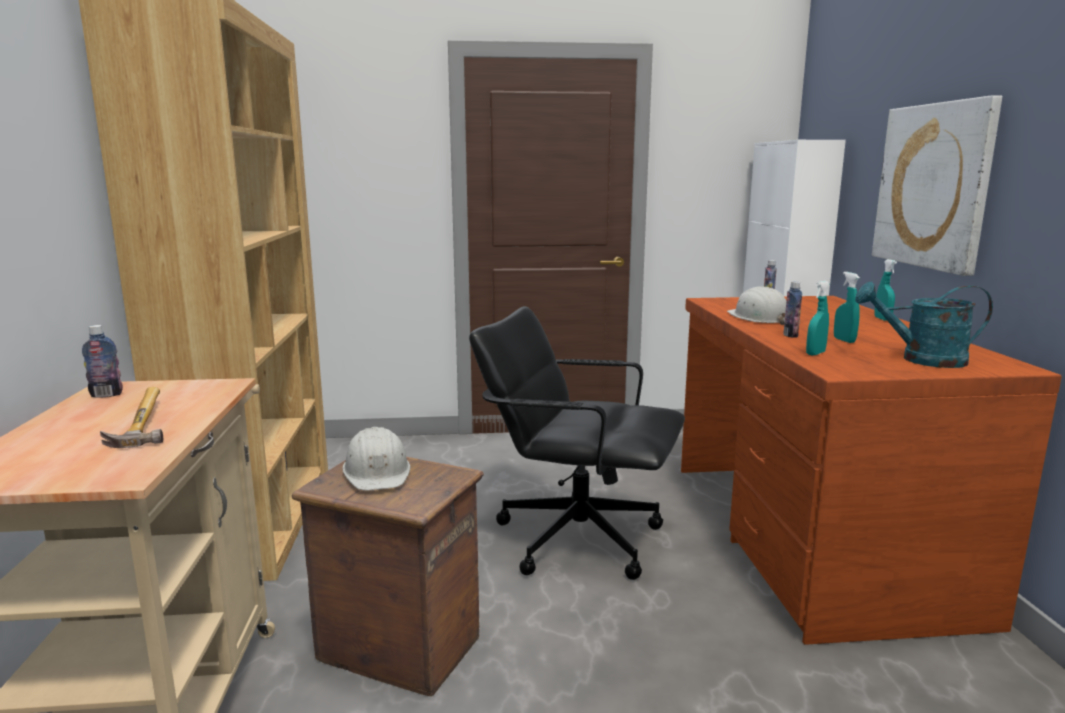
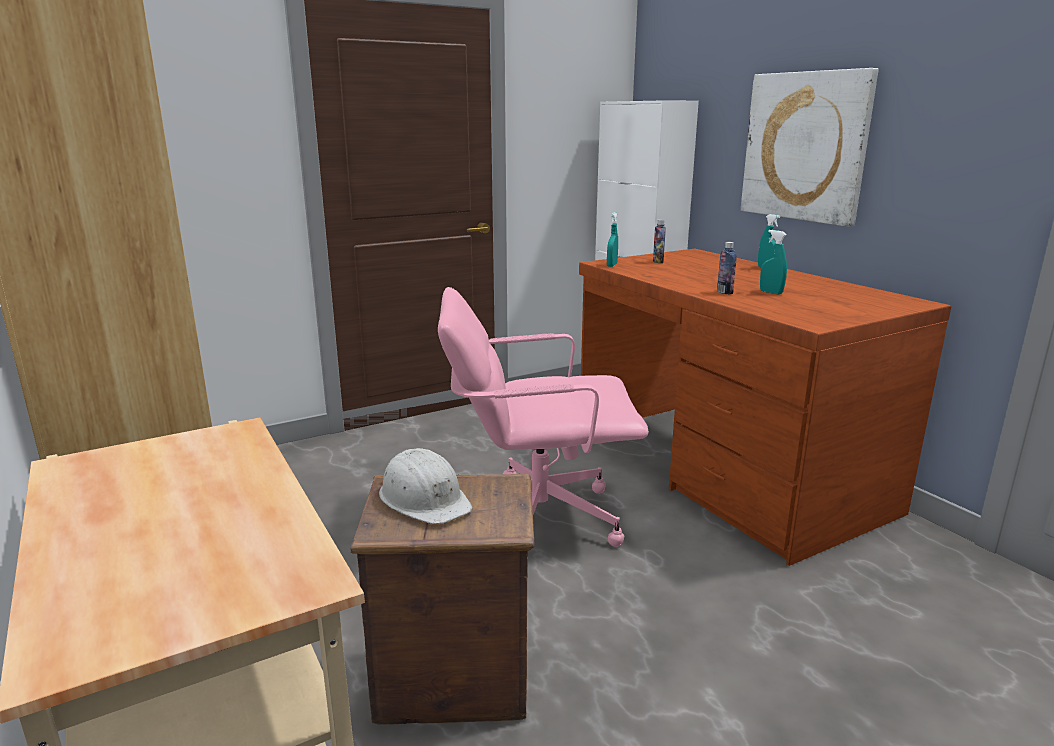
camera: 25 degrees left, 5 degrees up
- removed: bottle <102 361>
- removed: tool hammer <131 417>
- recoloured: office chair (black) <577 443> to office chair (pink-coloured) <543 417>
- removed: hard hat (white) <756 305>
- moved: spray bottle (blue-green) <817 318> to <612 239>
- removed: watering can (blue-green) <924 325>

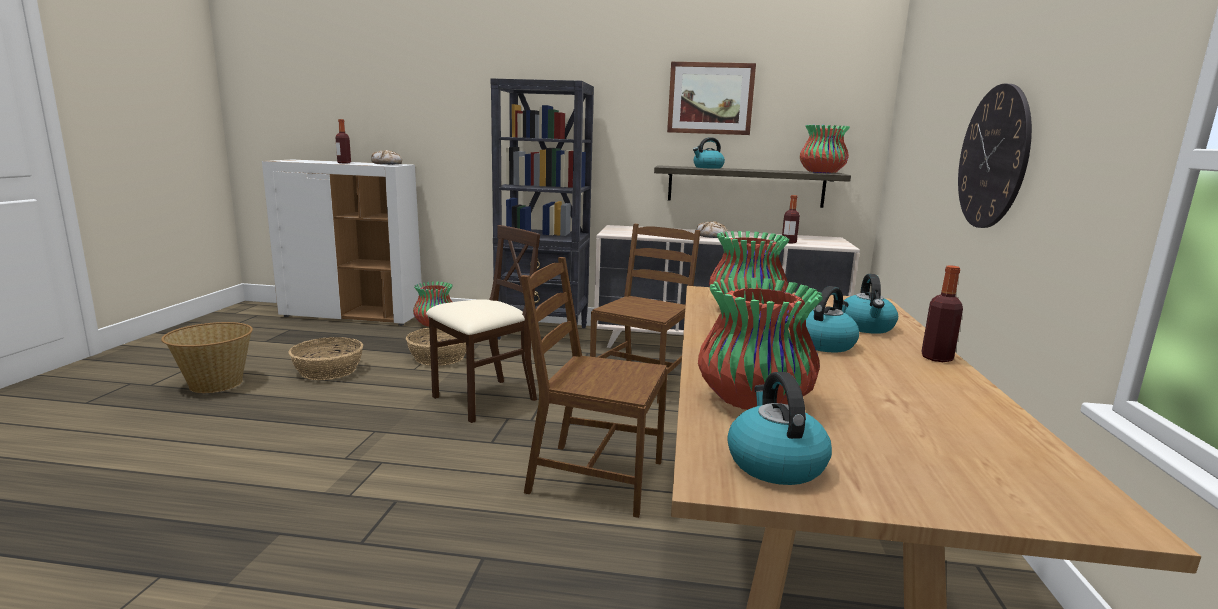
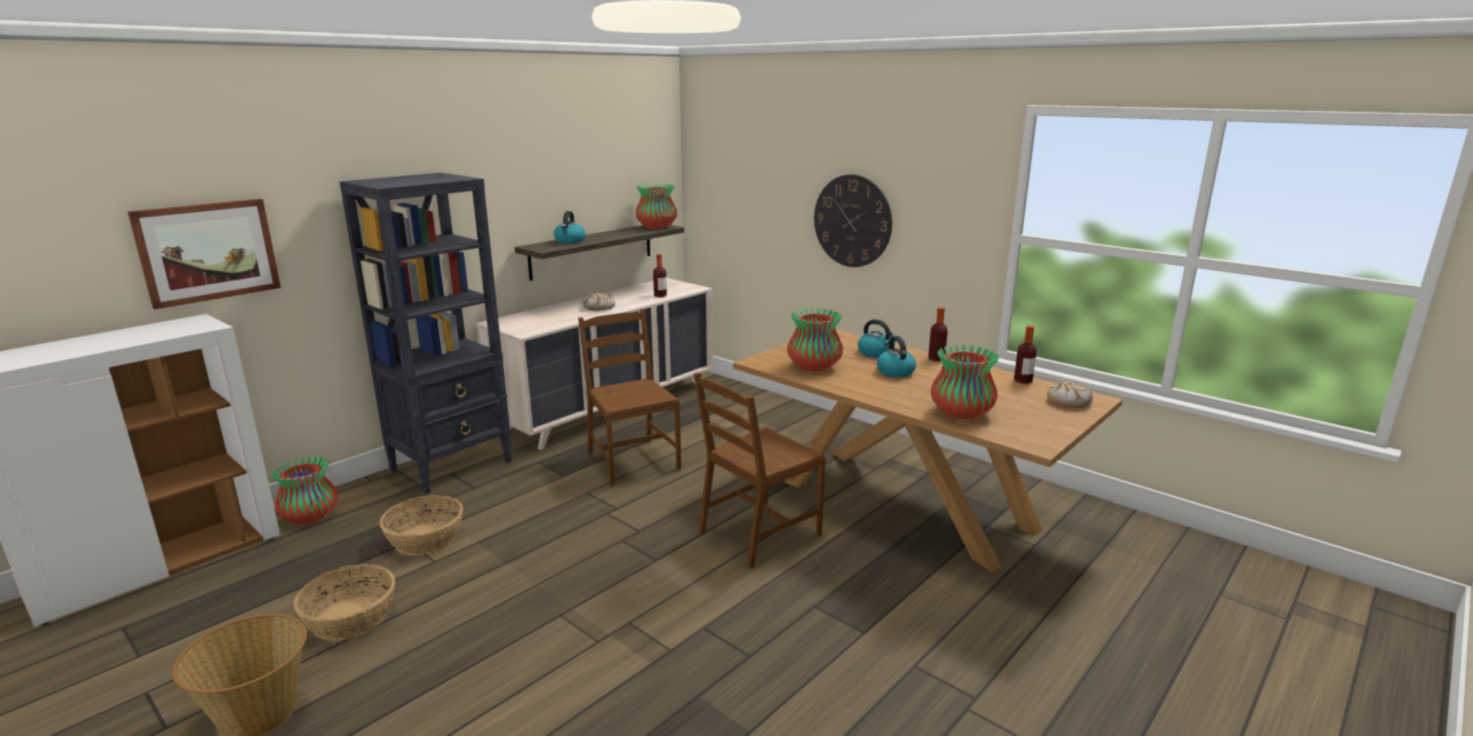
camera: 55 degrees left, 5 degrees up
- moved: bottle <343 141> to <1025 355>
- moved: bread <386 157> to <1070 394>
- removed: upright chair (beige-coloured) <483 324>
- moved: picture <711 98> to <204 254>
- removed: kettle <779 428>

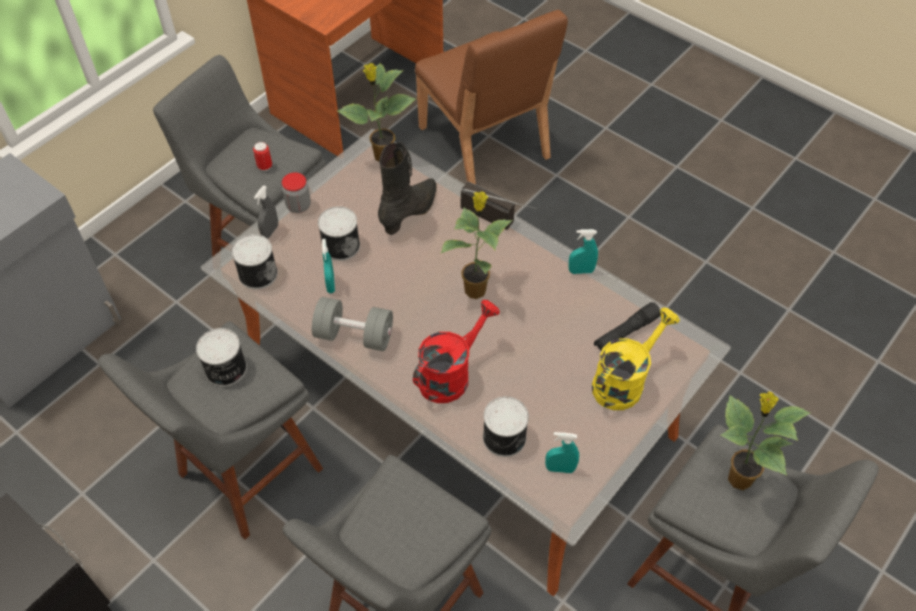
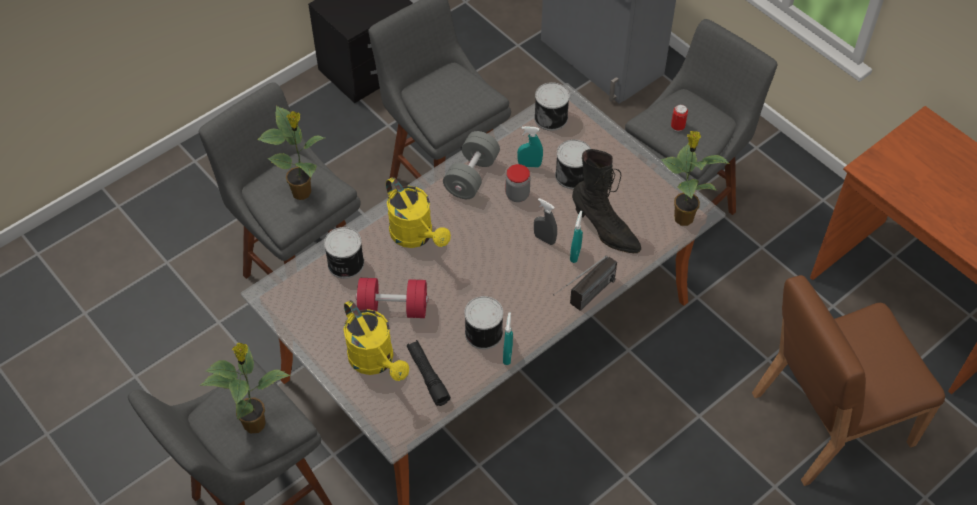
camera: 100 degrees right, 0 degrees up
- moved: sealed can <221 357> to <483 322>
- moved: spray bottle (gray) <266 212> to <545 221>
- moved: preserve jar <296 192> to <518 183>
- recoloured: watering can (red) <456 351> to watering can (yellow-coloured) <418 212>
- moved: potted plant <477 245> to <291 153>
- moved: spray bottle (blue-green) <562 452> to <576 237>
- added: dumbbell (red) <392 298>

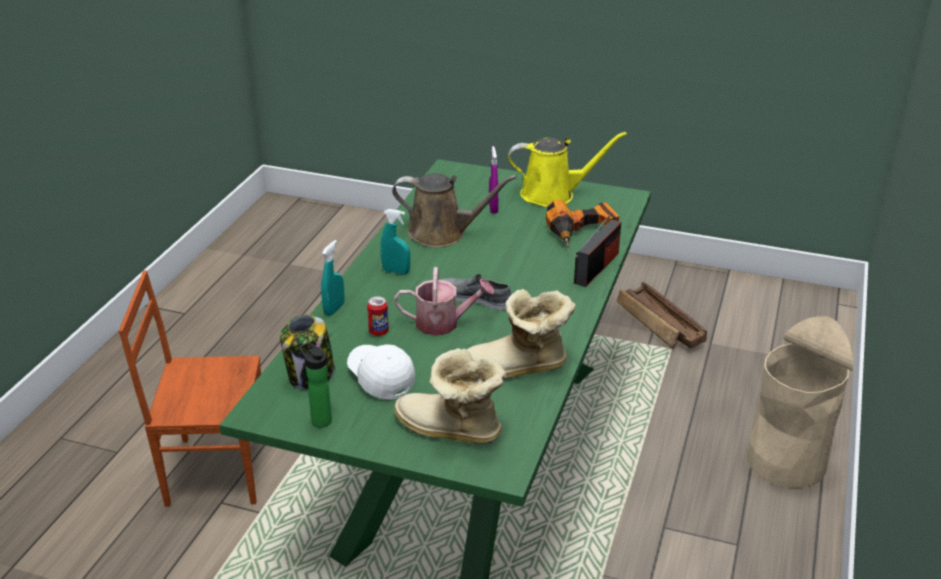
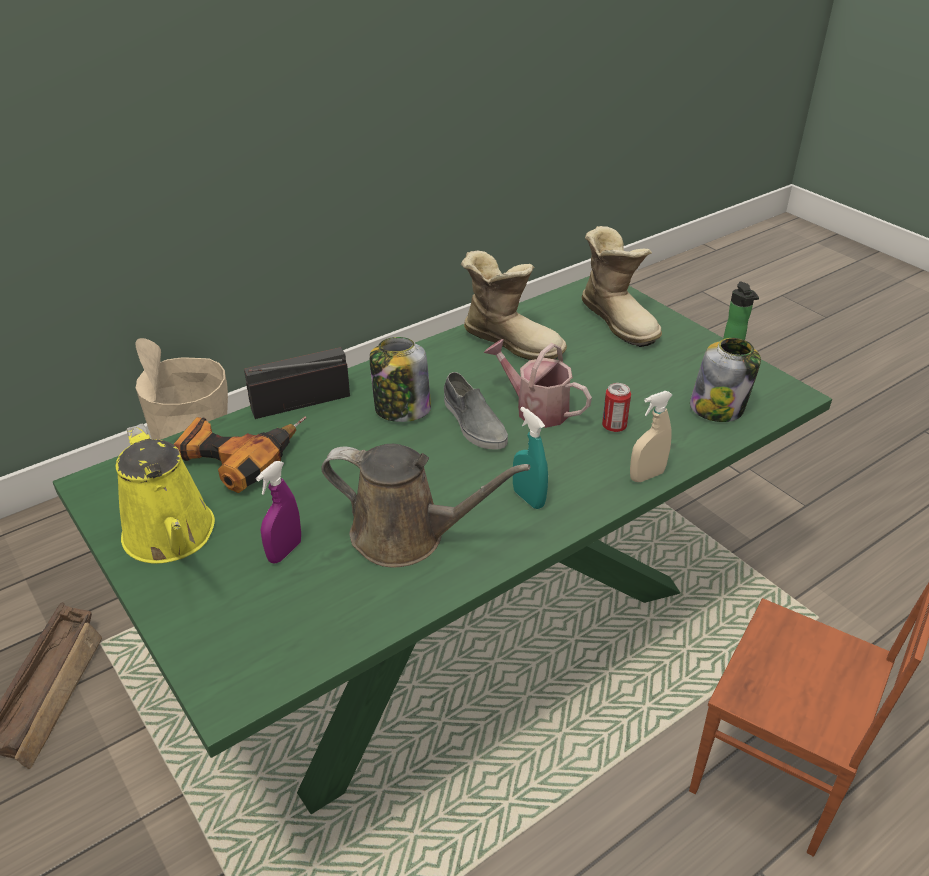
camera: 145 degrees left, 5 degrees up
- recoloured: spray bottle (blue-green) <333 278> to spray bottle (beige-coloured) <651 436>
- removed: baseball cap (white) <381 372>
- turned: watering can (brown) <454 210> = <425 505> 150 degrees clockwise
- turned: watering can (yellow-coloured) <567 169> = <165 493> 150 degrees counterclockwise
- added: preserve jar <400 379>

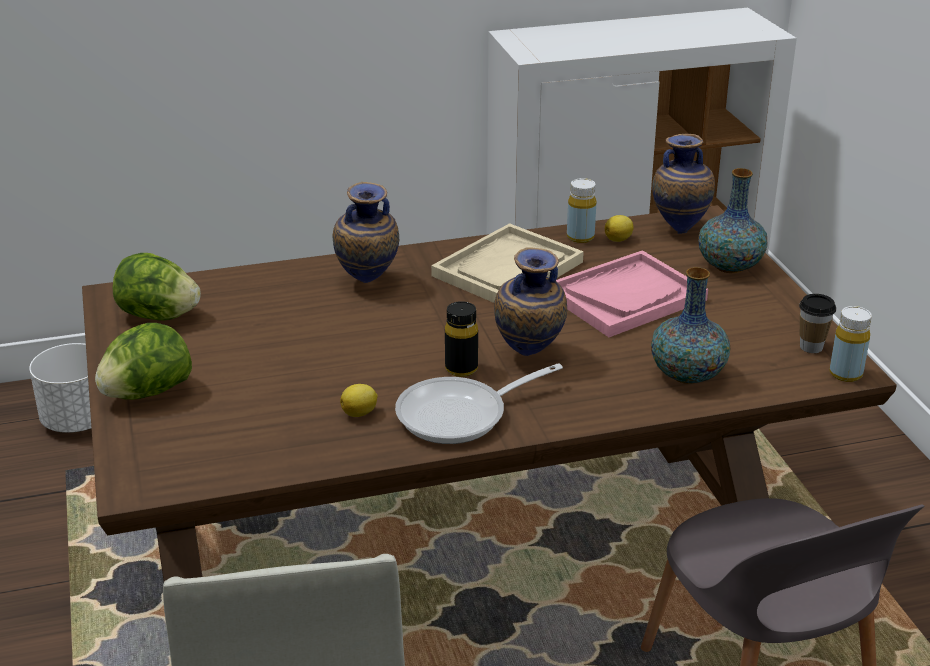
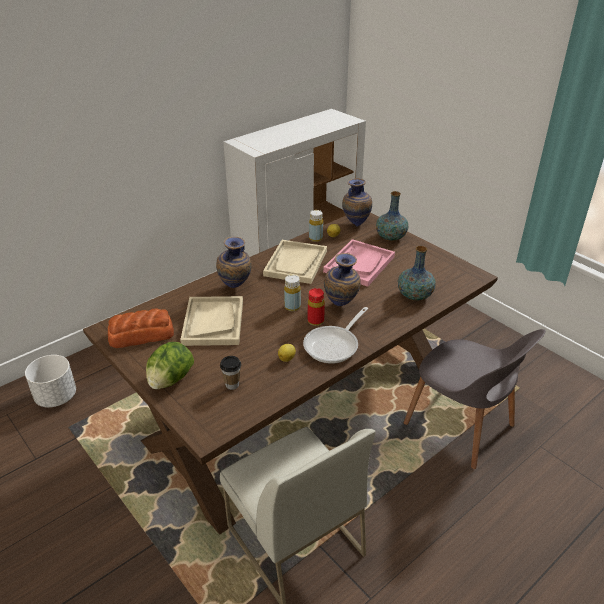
camera: 25 degrees left, 5 degrees up
- replaced: head of lettuce <157 286> to bread <141 328>
- recoloured: bottle (black) <461 339> to bottle (red) <316 307>
- moved: drinking cup <817 323> to <230 373>
- moved: bottle (yellow-coloured) <850 344> to <292 293>
- added: carrying tray (beige-coloured) <211 321>

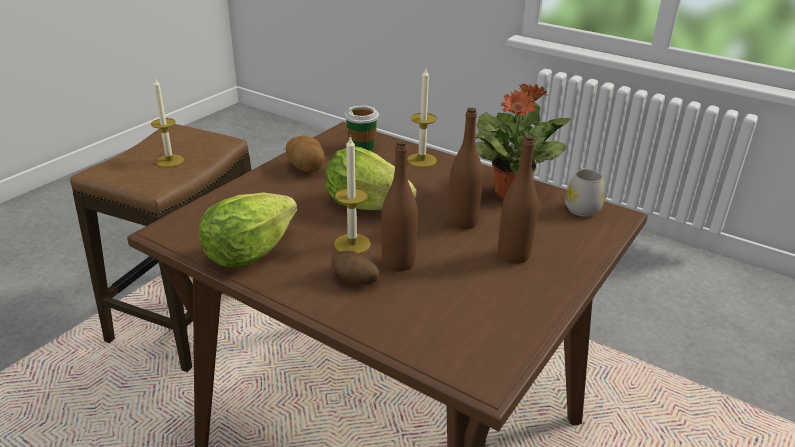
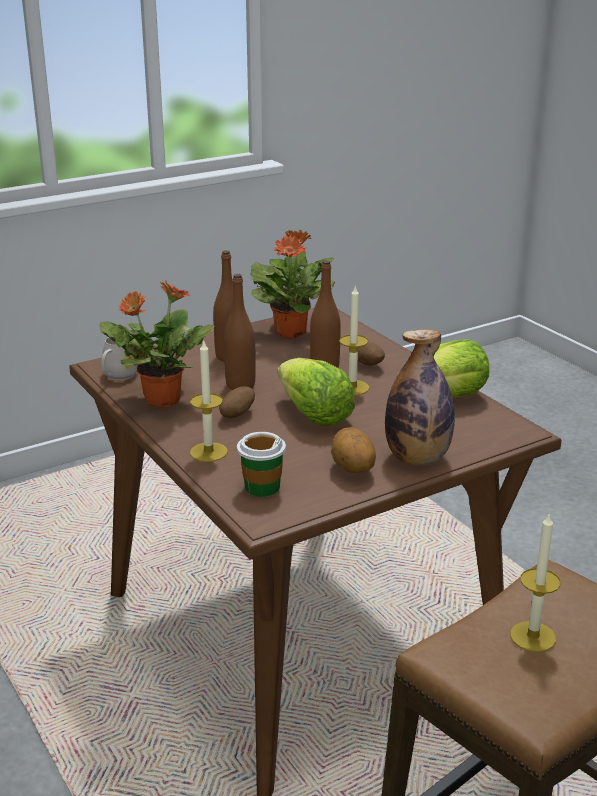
camera: 155 degrees left, 5 degrees down
- added: potato <237 402>
- added: potted plant <293 284>
- added: bottle <420 397>

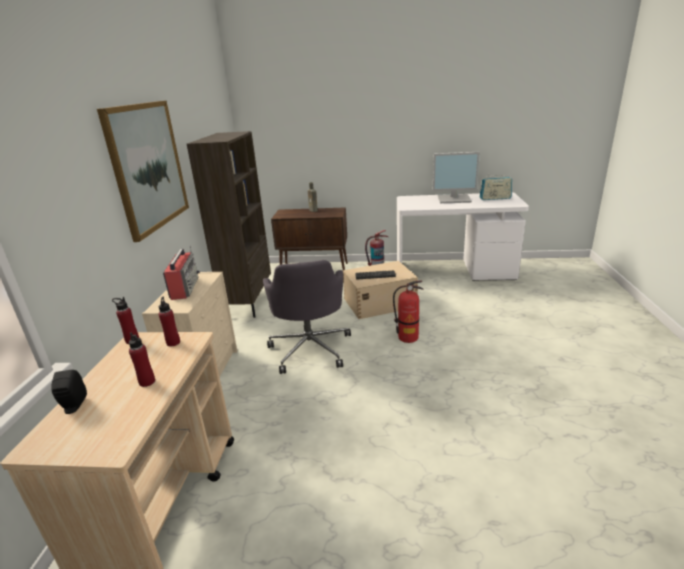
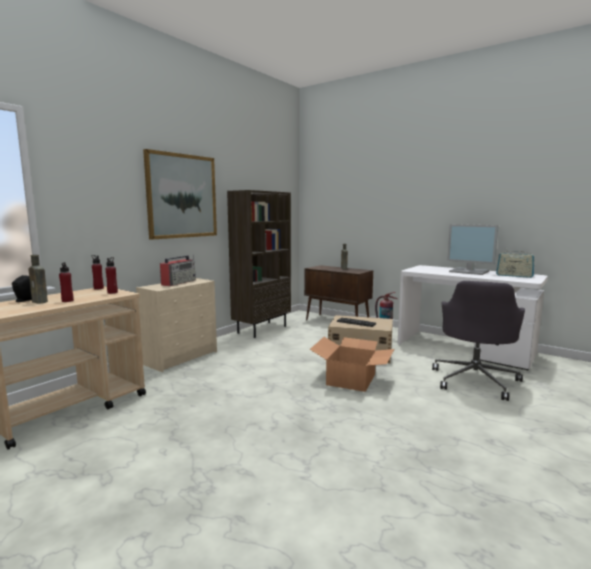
camera: 30 degrees right, 15 degrees down
- moved: office chair (gray) <307 317> to <478 341>
- replaced: extinguisher <408 312> to packing box <352 364>
- added: bottle (brown) <38 279>

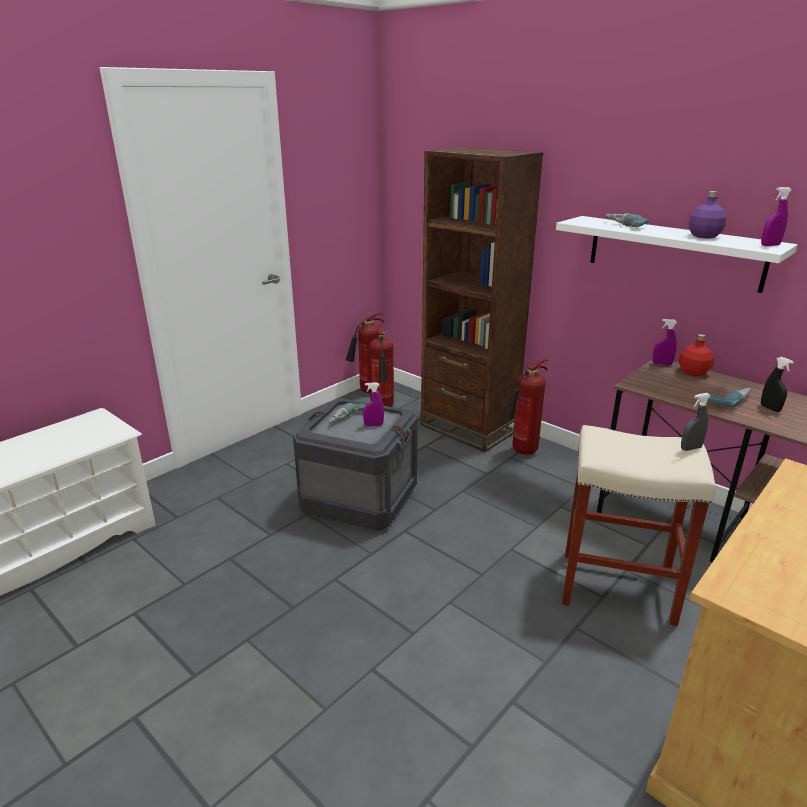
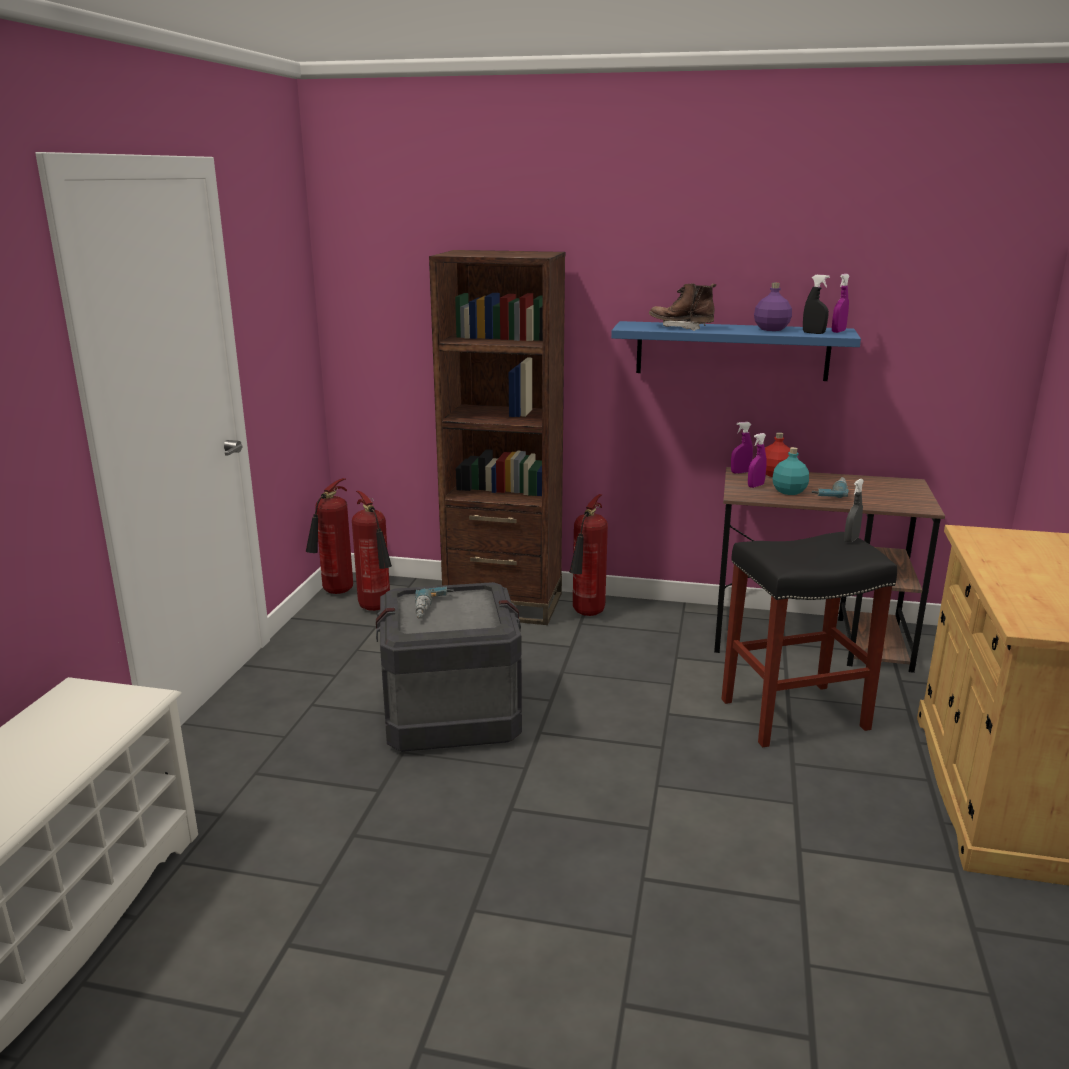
camera: 30 degrees left, 5 degrees down
- moved: spray bottle (purple) <373 404> to <757 460>
- recoloured: shelf (white) <677 254> to shelf (bluish) <736 351>
- recoloured: stool seat (beige-coloured) <639 525> to stool seat (black) <809 640>
- replaced: drill <627 220> to boot (brown) <682 307>
- moved: spray bottle (black) <777 384> to <816 304>
- added: bottle (blue-green) <790 471>

